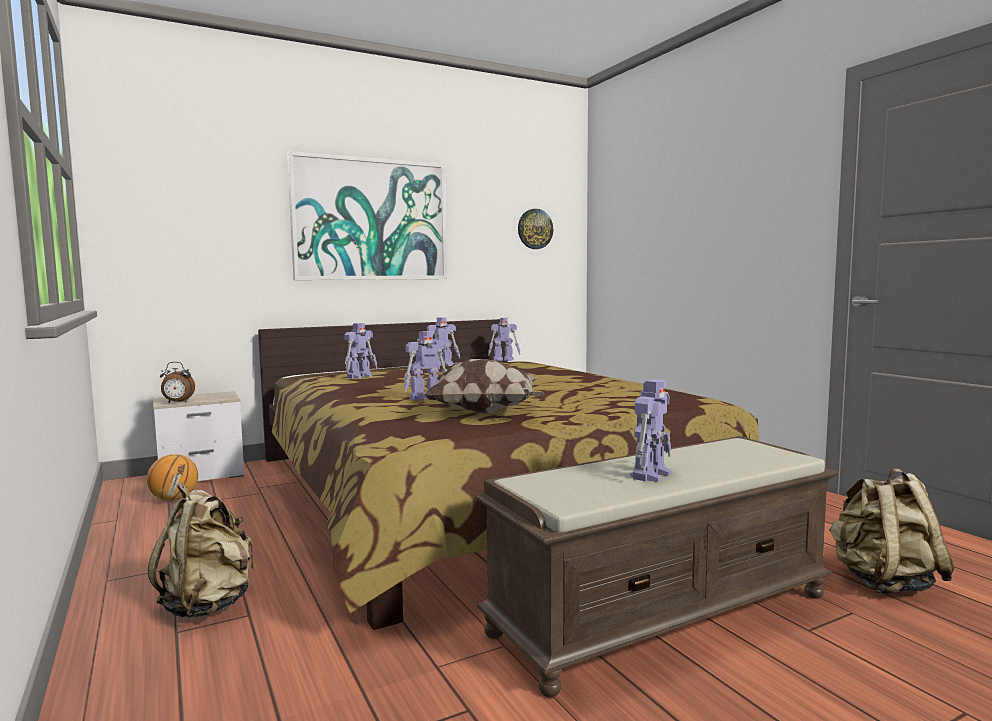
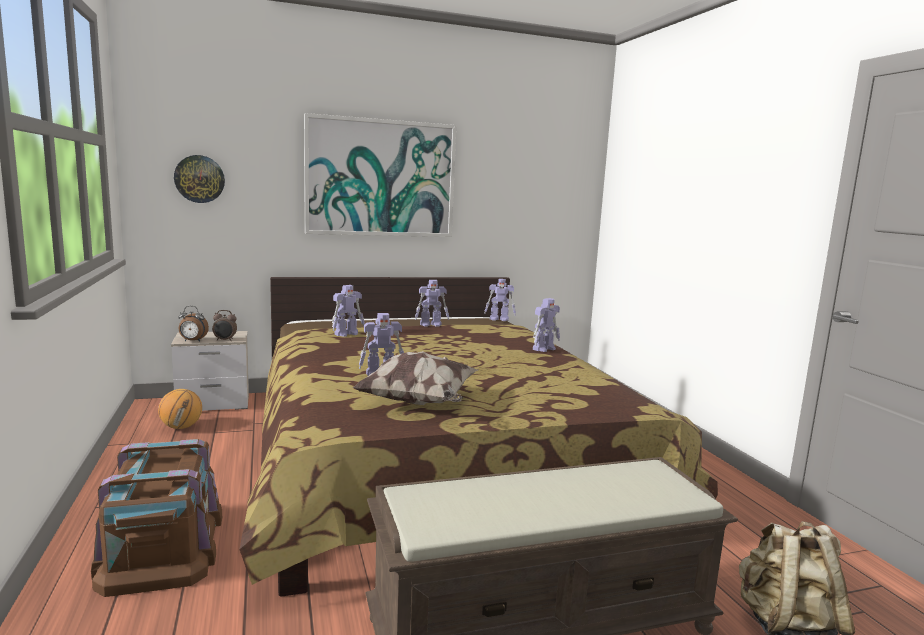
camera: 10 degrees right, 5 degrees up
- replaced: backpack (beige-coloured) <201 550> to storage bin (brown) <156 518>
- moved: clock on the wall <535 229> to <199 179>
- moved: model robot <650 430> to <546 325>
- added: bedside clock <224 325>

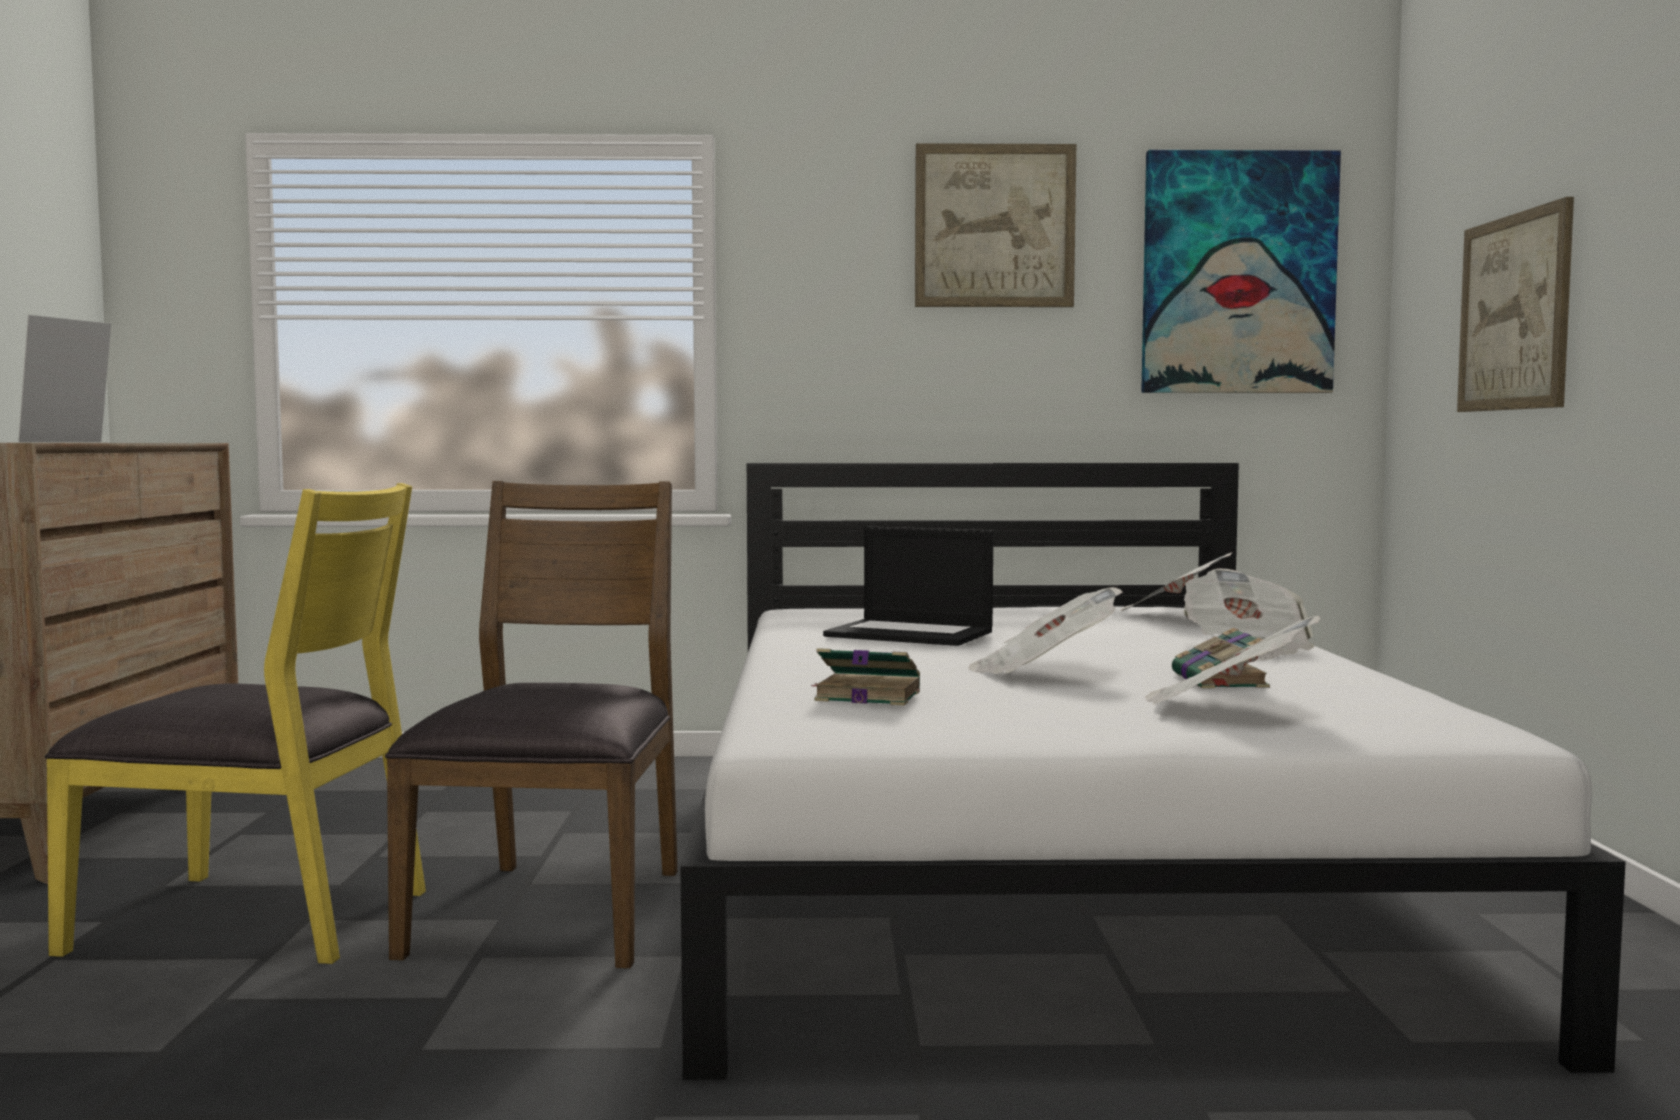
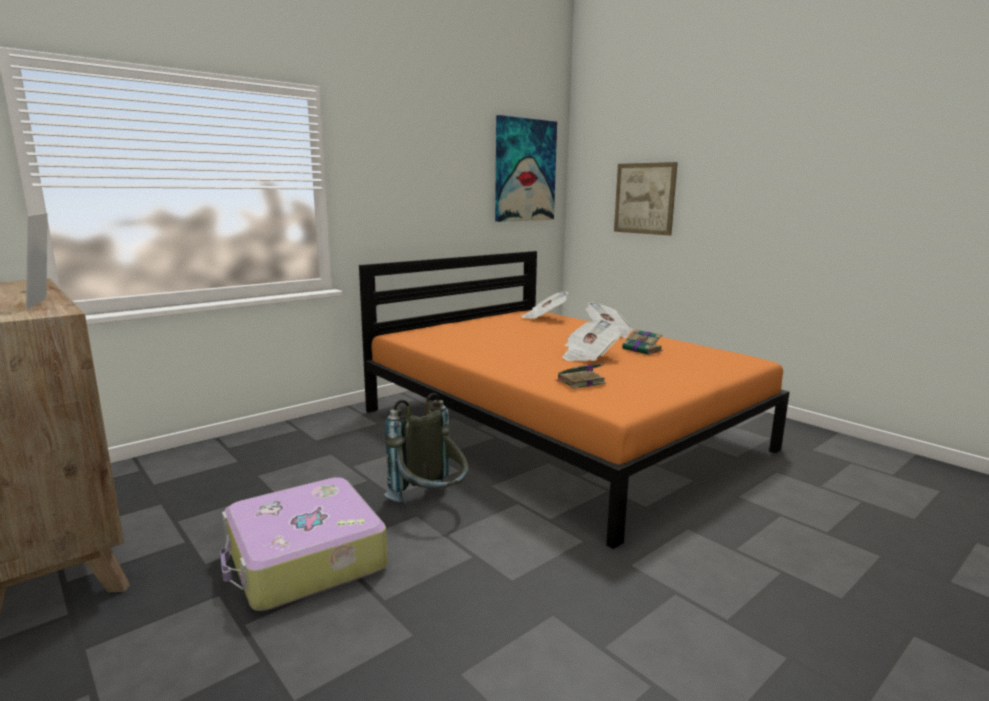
camera: 40 degrees left, 10 degrees up
- replaced: upright chair (yellow-coloured) <235 723> to travel case <304 544>
- replaced: upright chair (brown) <531 724> to backpack (gray) <426 447>
- recoloured: sleeping bed (white) <1153 771> to sleeping bed (orangey) <574 400>
- removed: portable computer <908 586>
- removed: picture <995 225>
- removed: daily paper <1232 660>

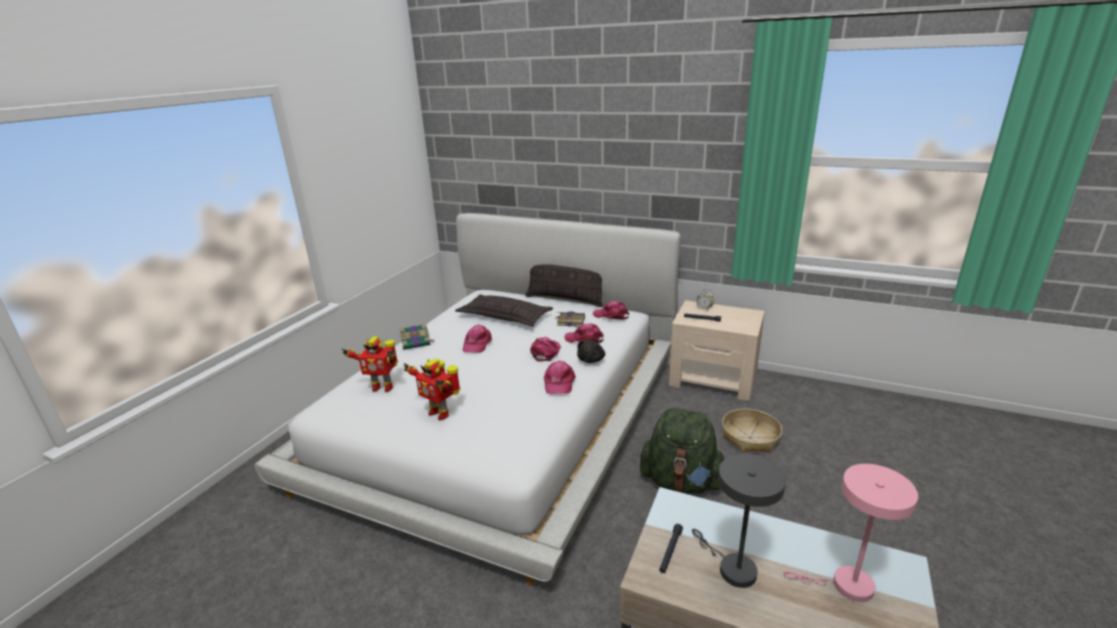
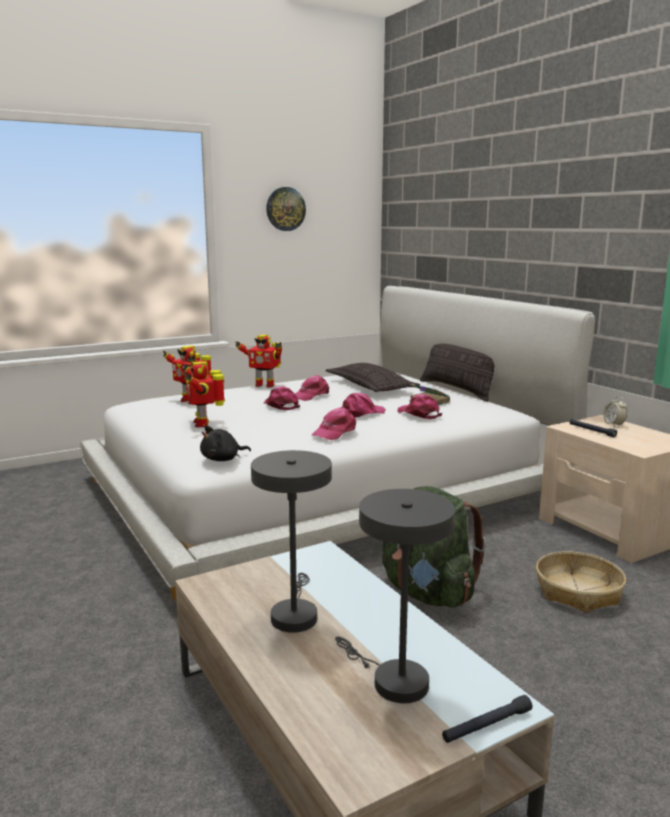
camera: 35 degrees right, 10 degrees down
- replaced: book <416 337> to model robot <258 361>
- moved: plush toy (black) <591 351> to <225 443>
- moved: baseball cap (pink-coloured) <611 310> to <282 398>
- moved: flashlight (black) <671 548> to <487 719>
- recoloured: tabletop lamp (pink-coloured) <850 533> to tabletop lamp (gray) <395 596>
- added: clock on the wall <286 209>

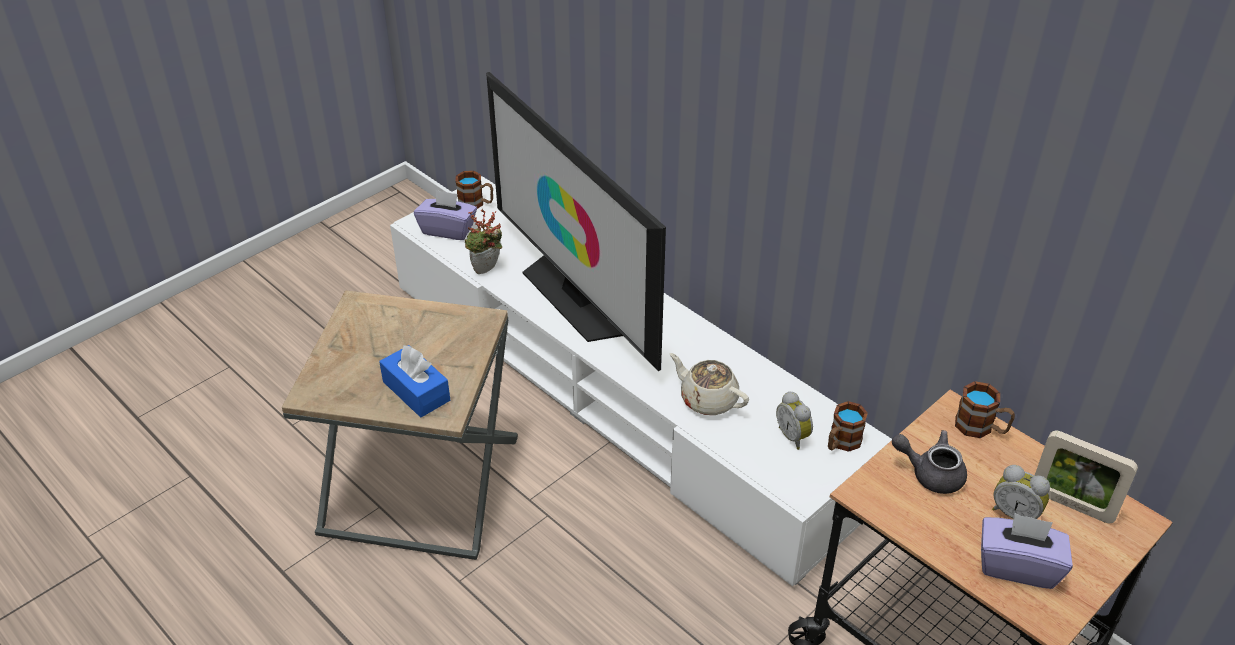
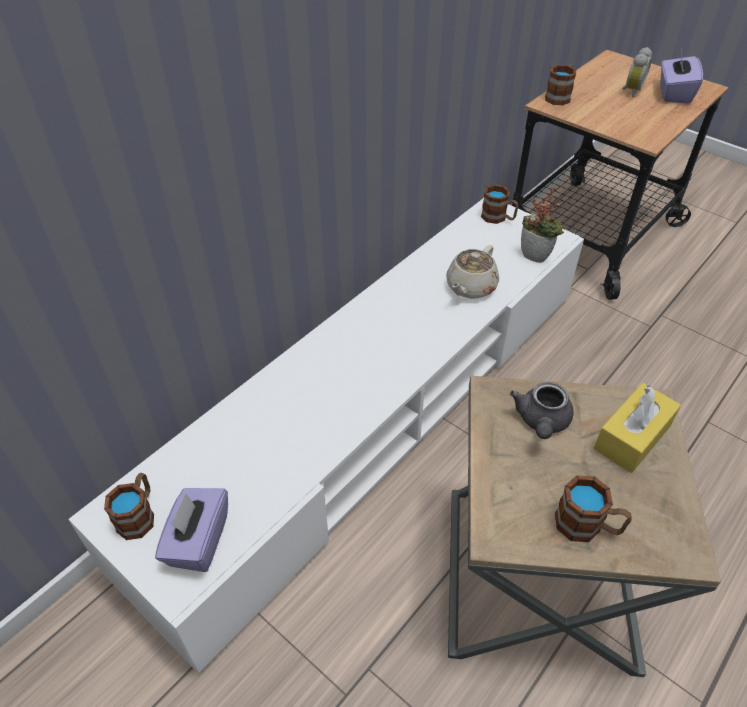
camera: 95 degrees left, 5 degrees up
- recoloured: tissue box (bluish) <414 381> to tissue box (yellow-coloured) <637 428>
- moved: potted plant <483 241> to <542 225>
- removed: TV set <576 221>
- removed: bedside clock <794 420>
- moved: teapot (gray) <929 462> to <542 410>
- removed: standing frame <1086 477>
- added: mug <593 508>

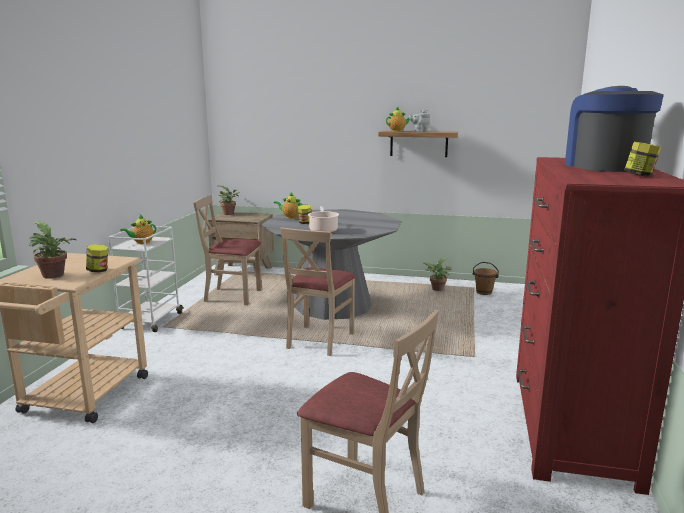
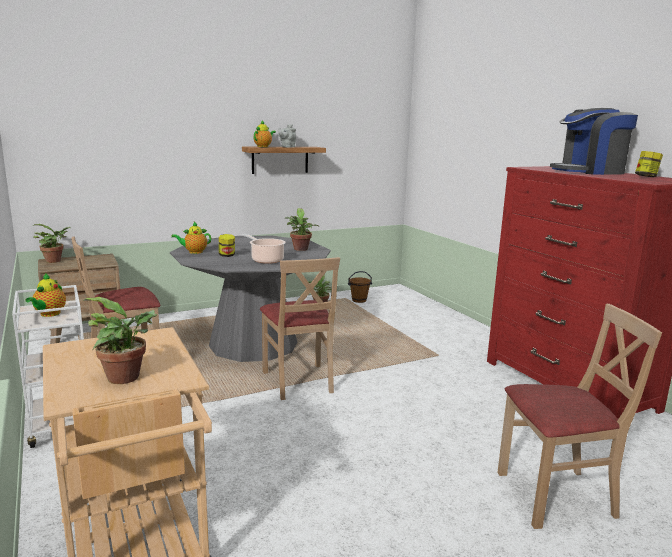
camera: 40 degrees left, 0 degrees up
- removed: preserve jar <97 258>
- turned: coffee maker <614 129> = <594 141> 60 degrees counterclockwise
- added: potted plant <302 229>

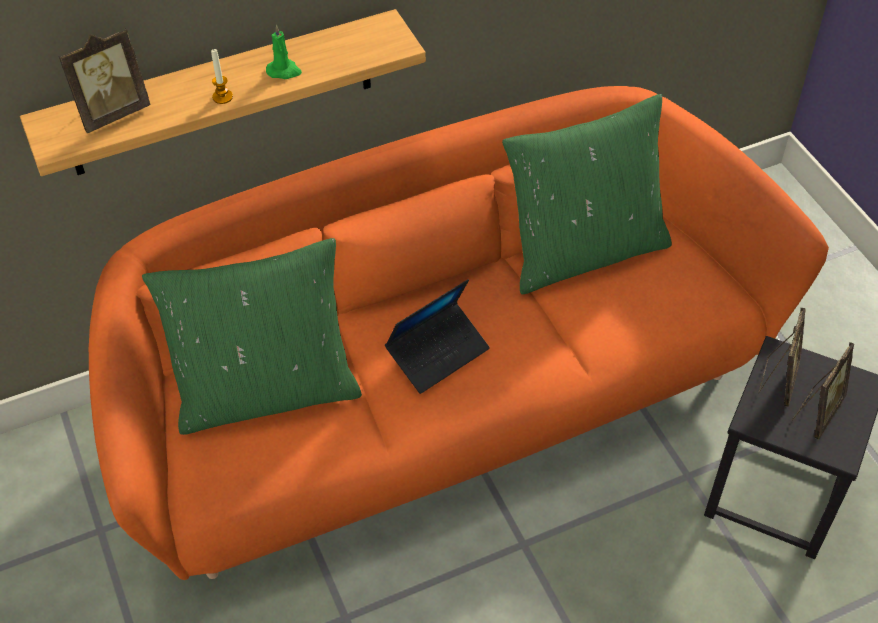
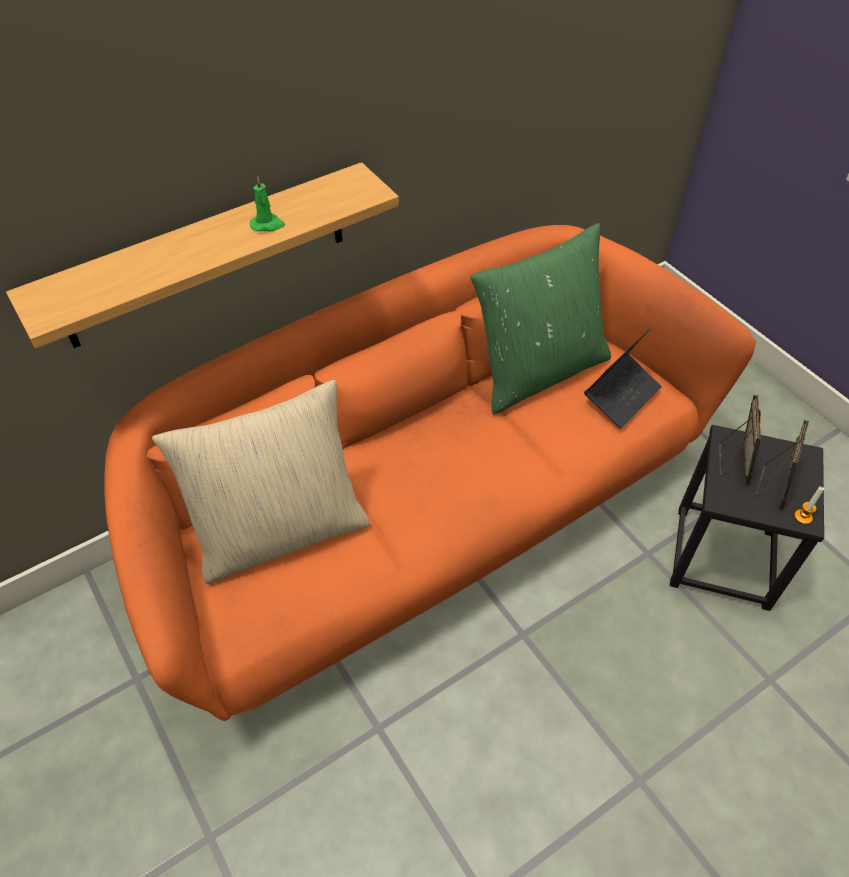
camera: 10 degrees left, 0 degrees up
- removed: standing frame <104 80>
- recoloured: pillow (green-coloured) <252 336> to pillow (beige-coloured) <261 482>
- moved: candle <222 76> to <809 505>
- moved: portable computer <437 336> to <623 378>

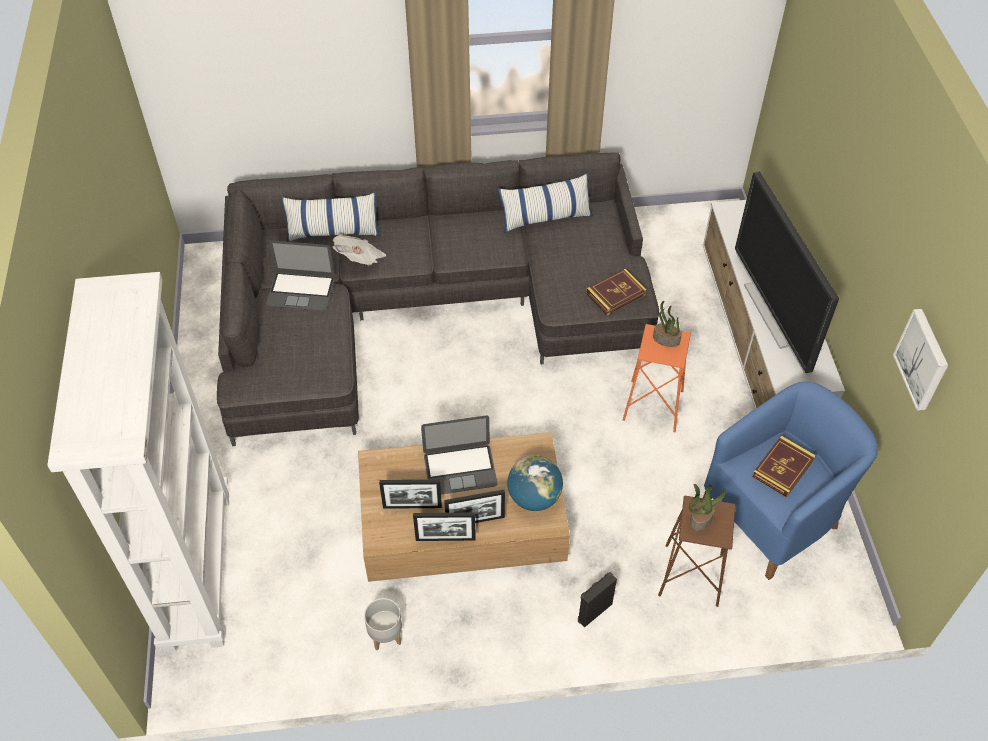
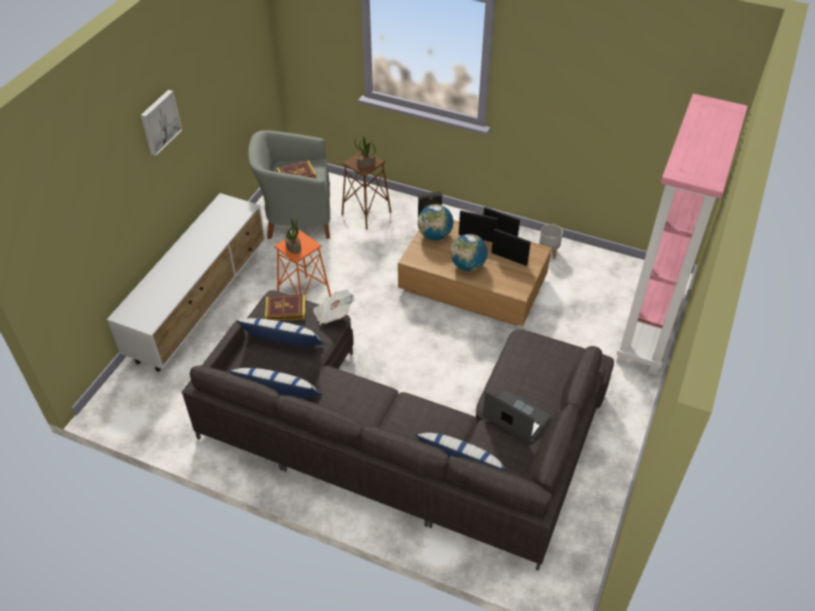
camera: 150 degrees left, 5 degrees down
- recoloured: bookcase (white) <138 462> to bookcase (pink-coloured) <682 234>
- moved: daily paper <359 250> to <333 307>
- replaced: portable computer <459 455> to globe <469 252>
- recoloured: easy chair (bluish) <790 481> to easy chair (gray) <289 184>
- removed: TV set <787 272>
- moved: picture <920 360> to <161 123>
- added: pillow <280 332>

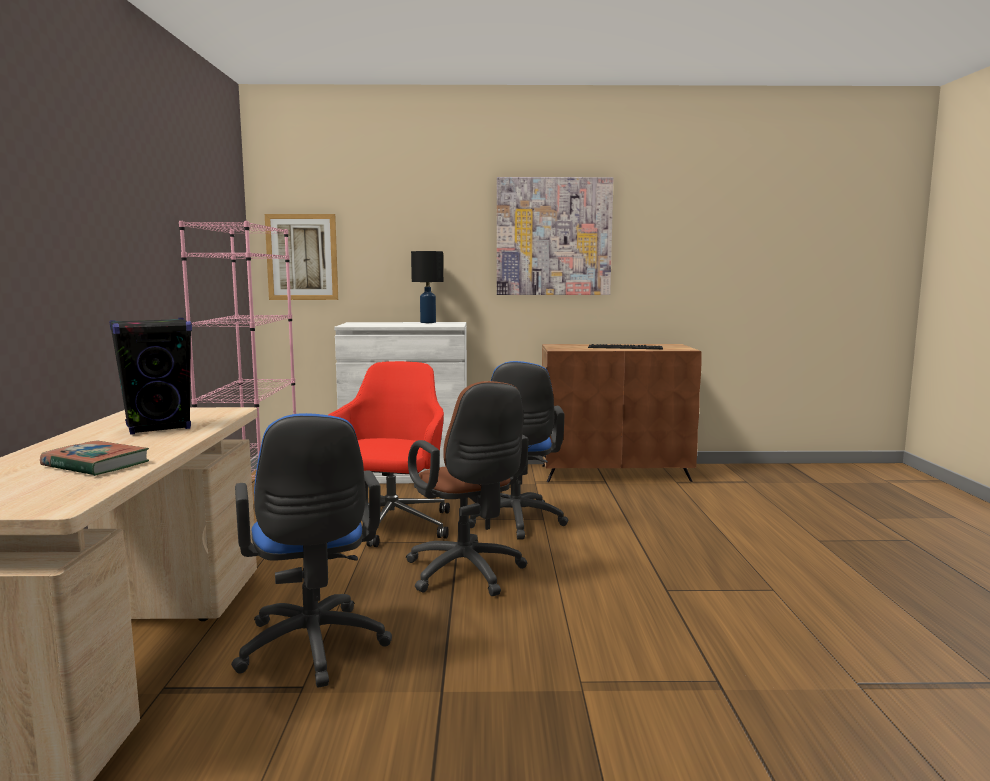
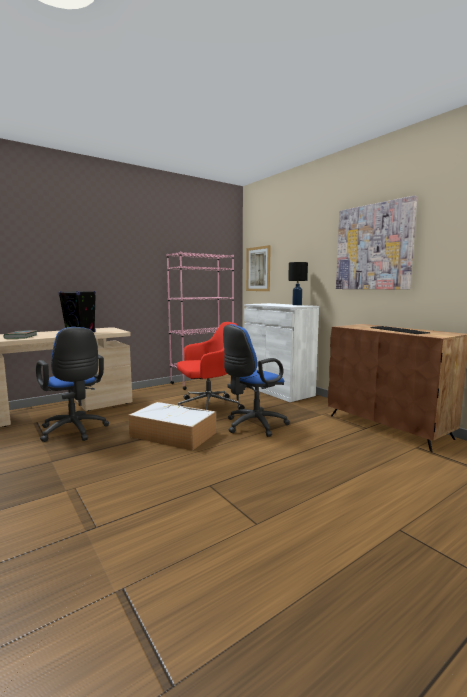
camera: 55 degrees right, 0 degrees up
- turned: office chair (bluish) <311 550> = <72 384> 75 degrees counterclockwise
- replaced: office chair (brown) <467 488> to storage bin <172 426>

